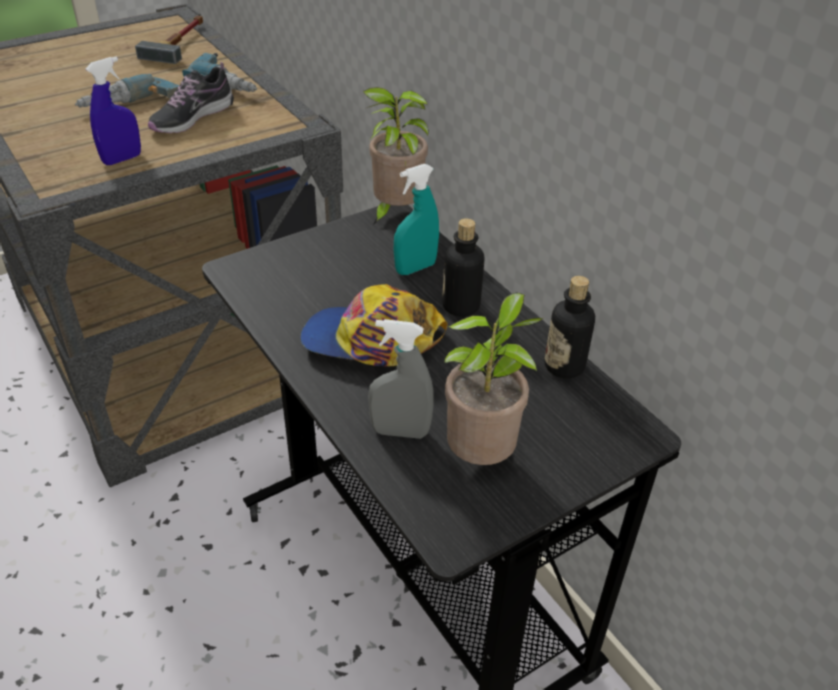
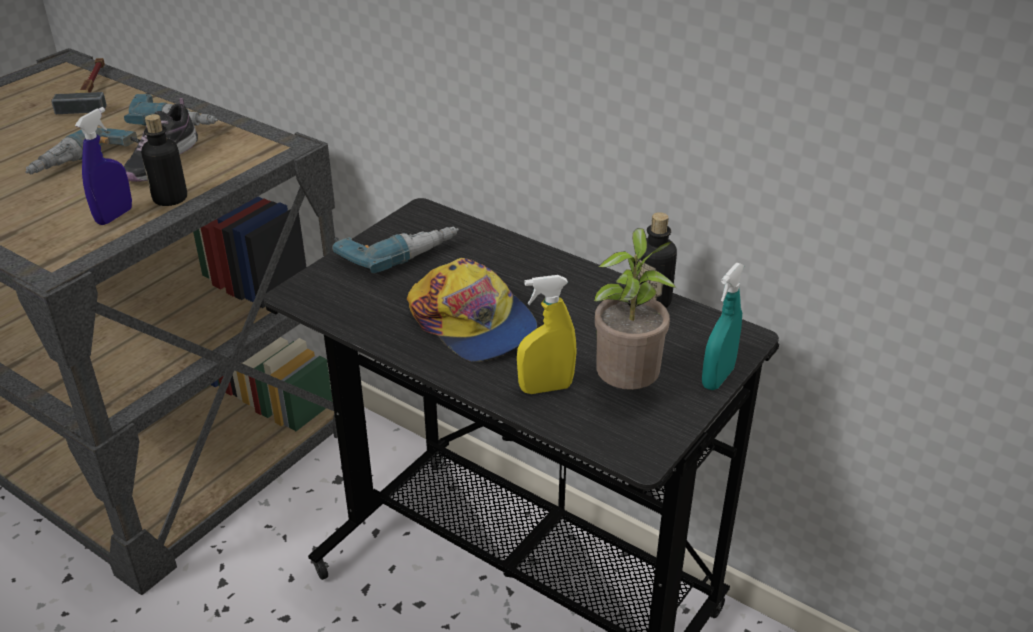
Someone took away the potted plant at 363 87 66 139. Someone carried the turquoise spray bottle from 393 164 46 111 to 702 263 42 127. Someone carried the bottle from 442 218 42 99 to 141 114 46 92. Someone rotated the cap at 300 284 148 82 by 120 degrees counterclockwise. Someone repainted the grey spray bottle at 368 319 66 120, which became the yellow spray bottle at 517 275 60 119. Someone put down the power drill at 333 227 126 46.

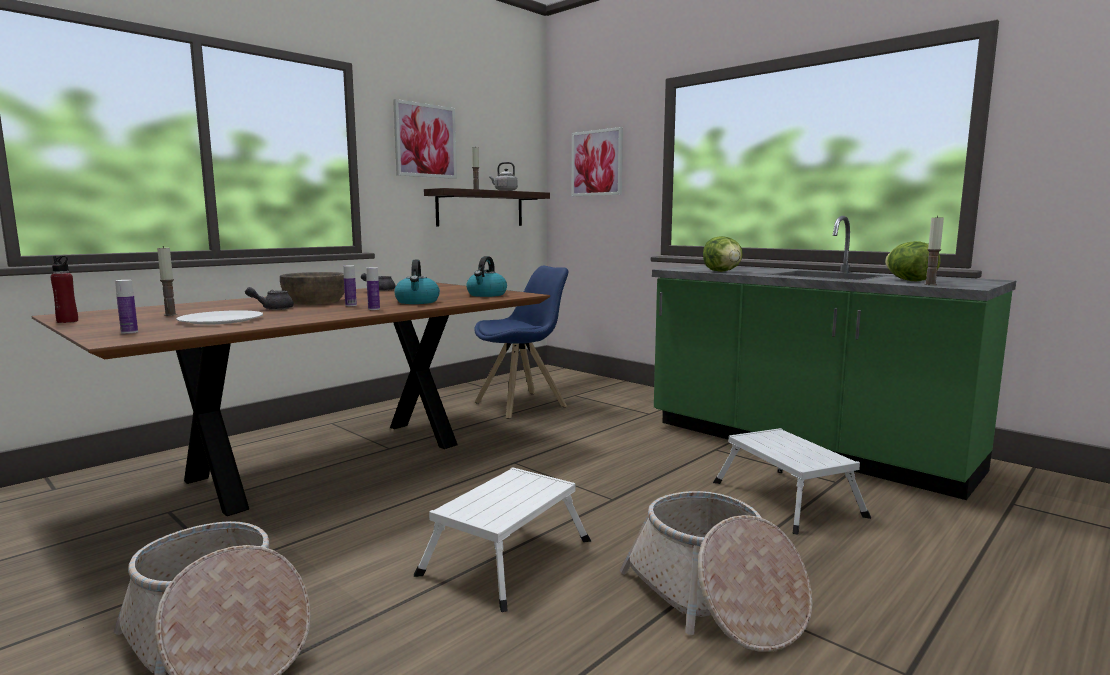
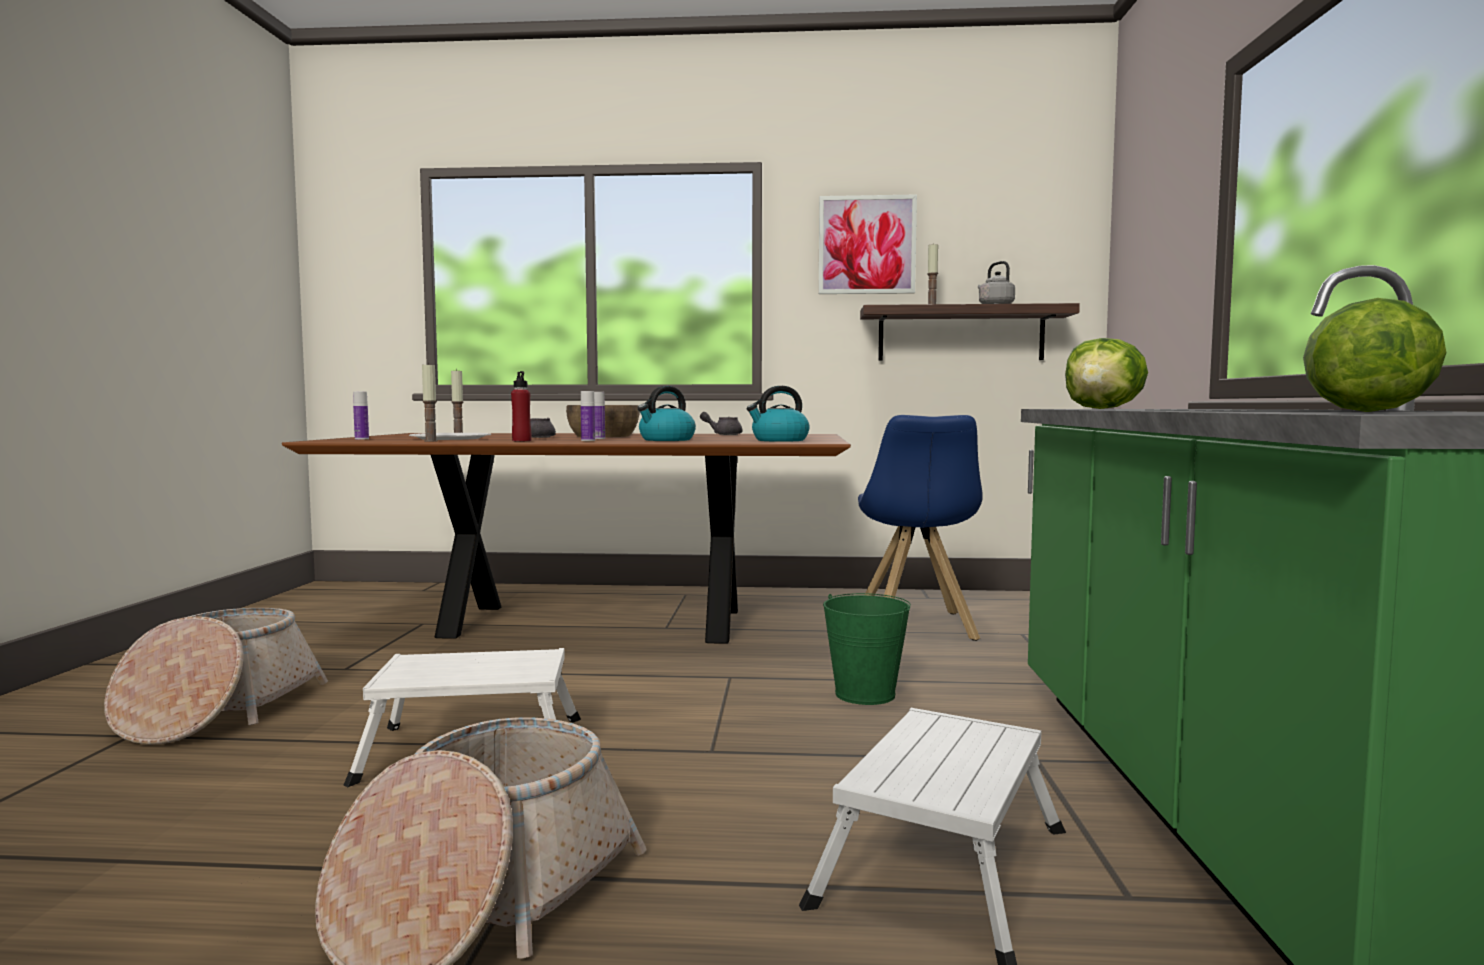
Someone took away the picture at 572 127 51 69. Someone carried the candle from 924 215 20 70 to 422 363 16 79. Someone carried the red bottle from 50 256 28 67 to 511 371 20 70. Someone rotated the blue chair at 474 266 95 153 by 75 degrees clockwise. Someone put down the green bucket at 823 593 88 112.

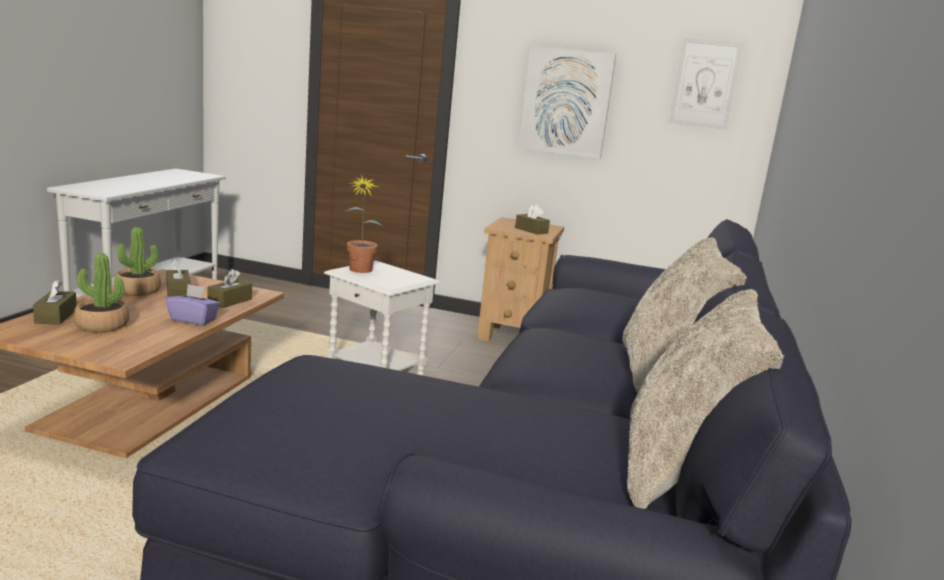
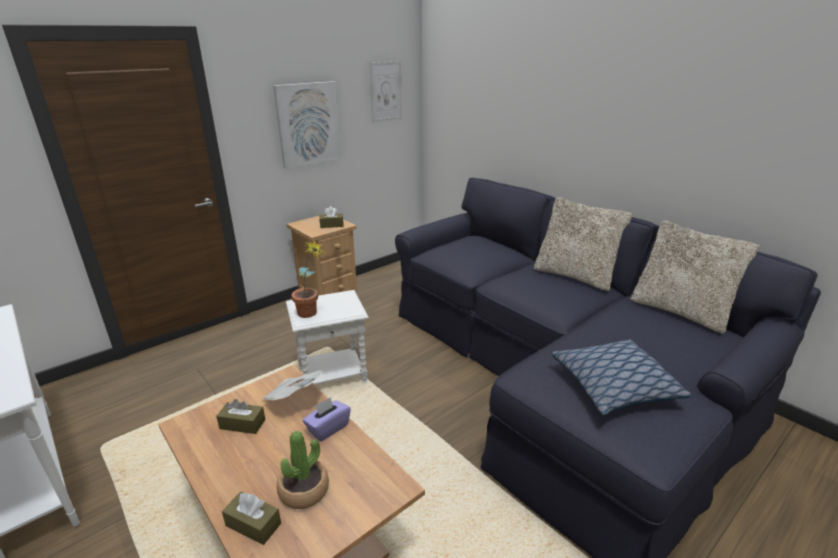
Someone took away the potted plant at 114 227 47 69. Someone swapped the brown tissue box at 208 269 44 39 for the newspaper at 261 370 63 30. Someone put down the pillow at 552 339 140 77.

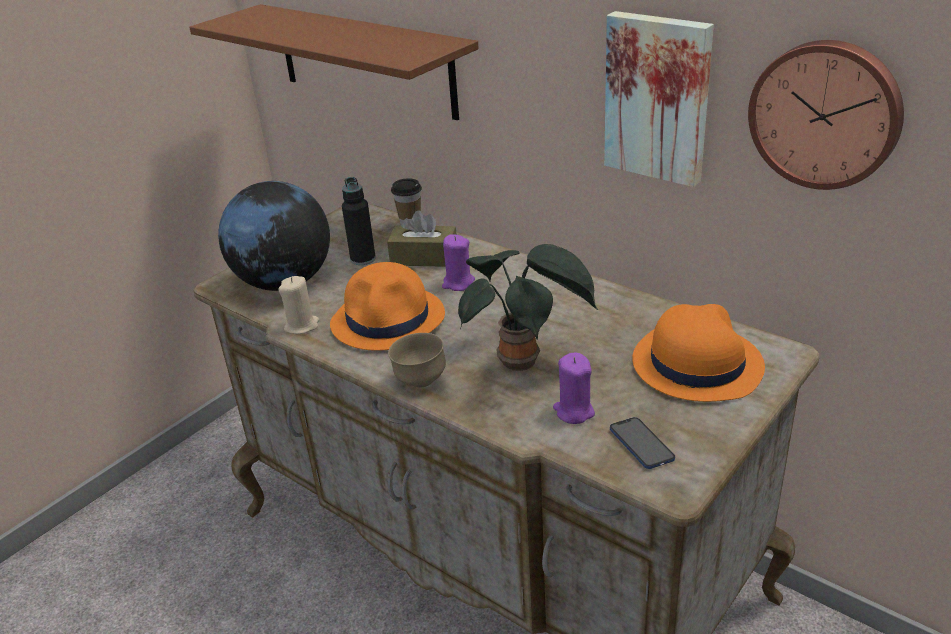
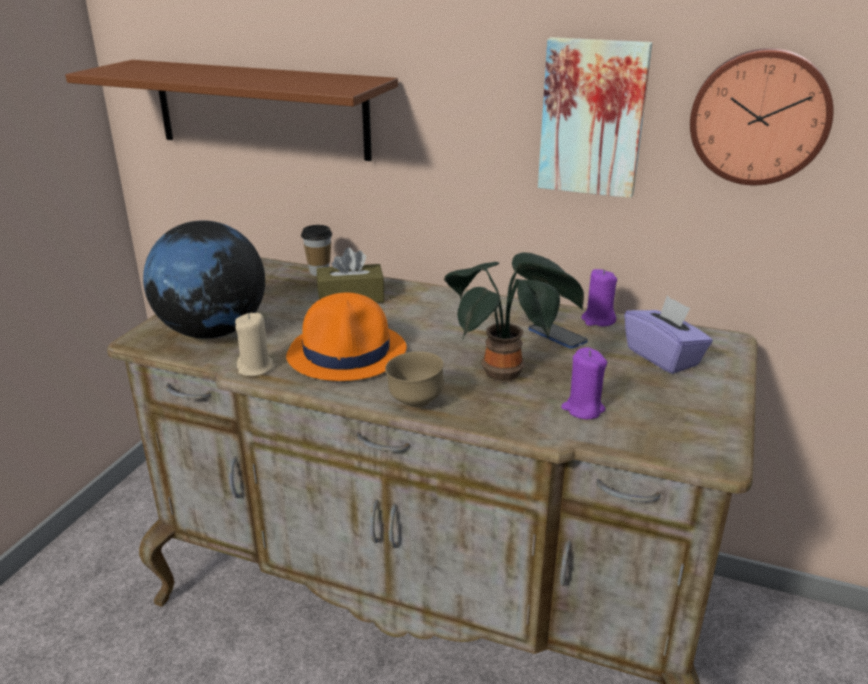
Someone took away the black bottle at 342 177 34 88. Someone carried the purple candle from 442 234 33 57 to 581 269 36 58. Someone swapped the orange hat at 632 304 133 98 for the purple tissue box at 624 295 89 79. Someone carried the phone from 610 417 65 52 to 529 323 59 26.

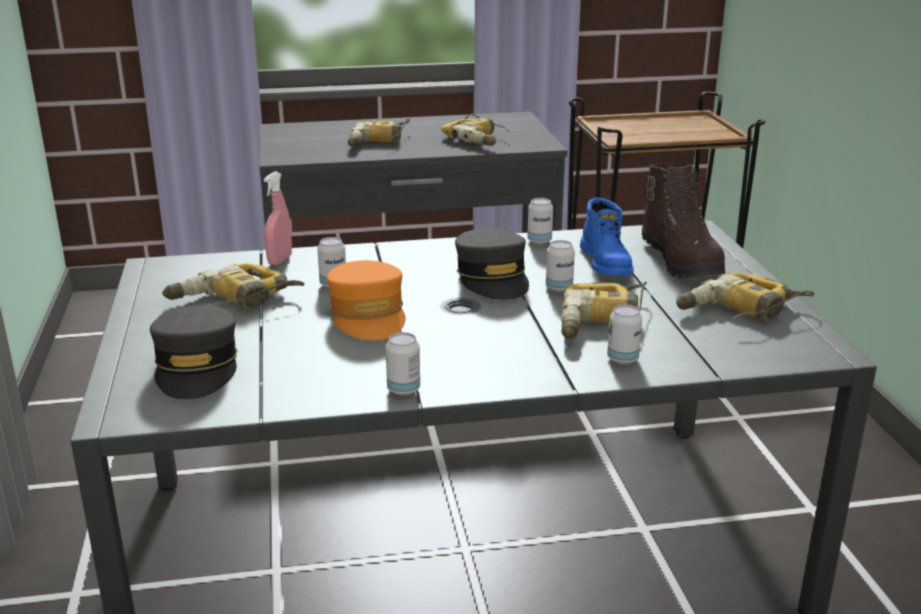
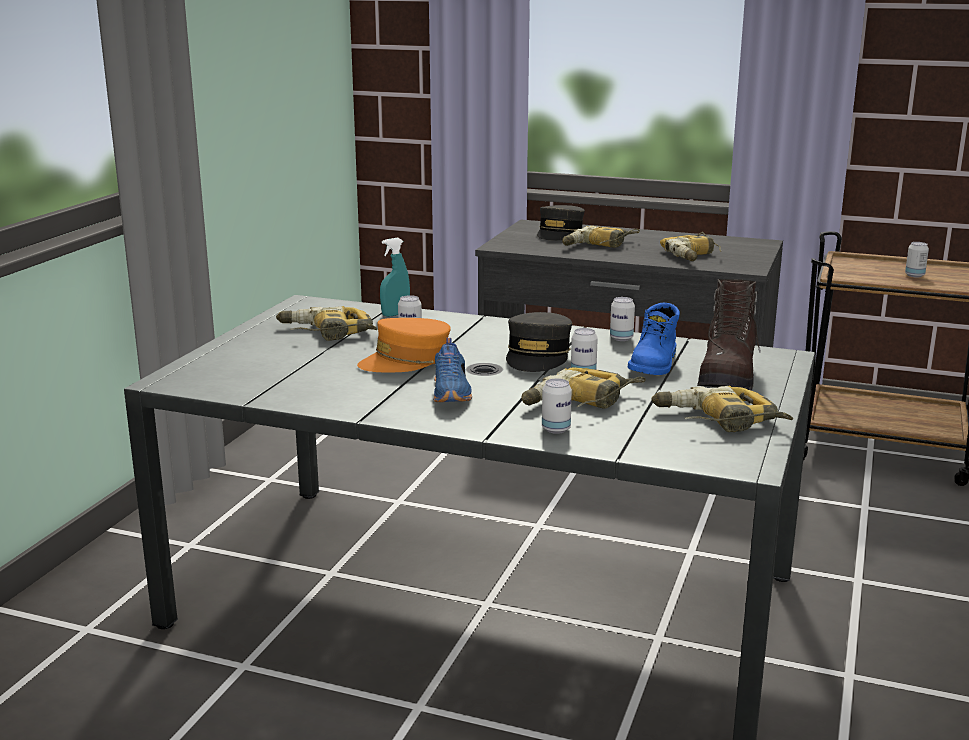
Someone repainted the pink spray bottle at 264 171 28 94, which became the turquoise spray bottle at 380 238 30 79. Someone rotated the orange cap at 327 260 79 80 by 45 degrees clockwise. Someone carried the grey cap from 150 305 88 94 to 537 205 48 35. Someone carried the can from 386 332 34 64 to 905 242 24 36. Someone put down the blue shoe at 433 338 39 64.

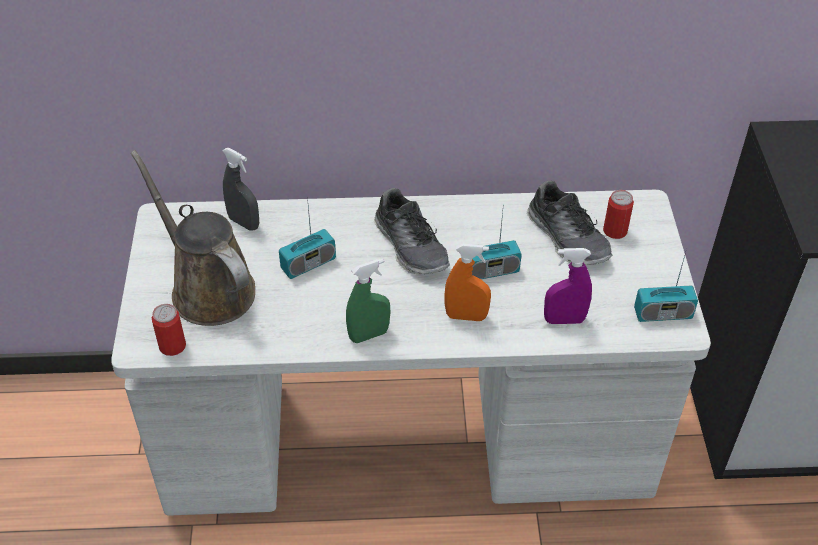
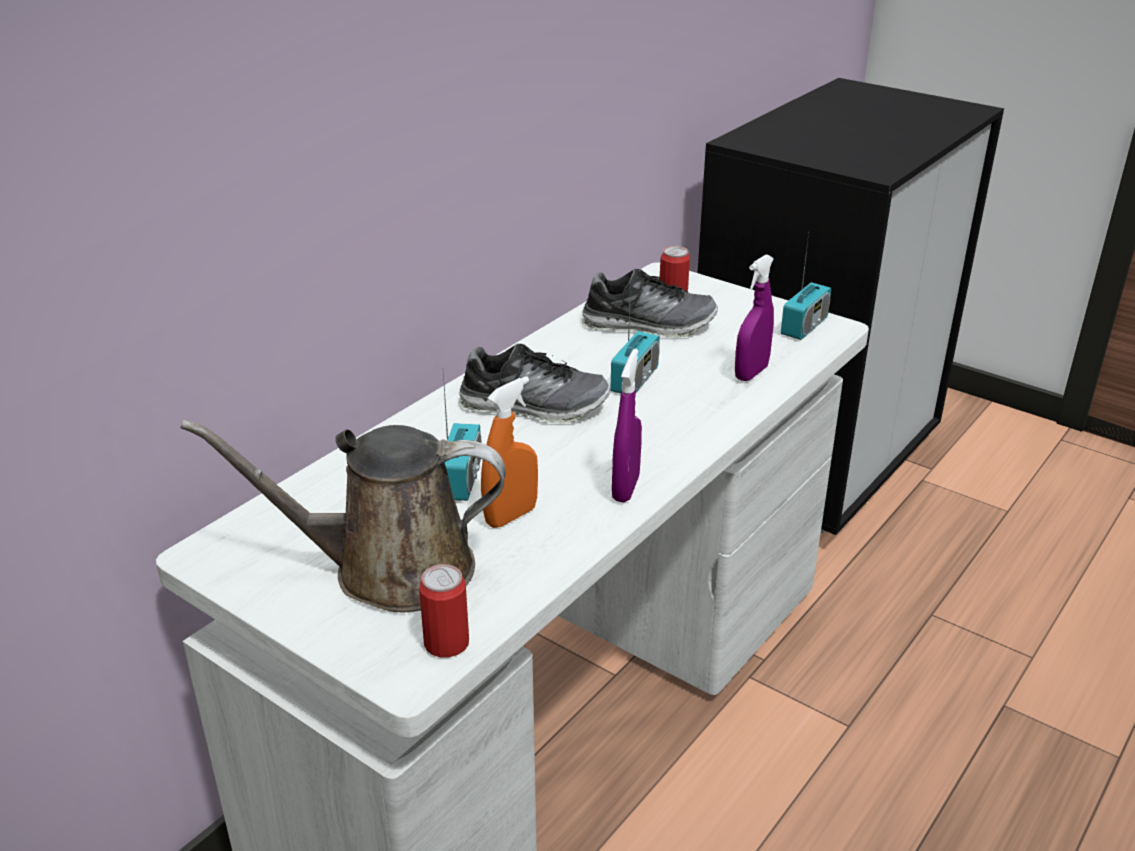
Someone took away the grey spray bottle at 223 148 36 83. Someone carried the orange spray bottle from 445 244 46 77 to 481 376 57 152. Someone repainted the green spray bottle at 346 258 44 85, which became the purple spray bottle at 612 349 30 153.

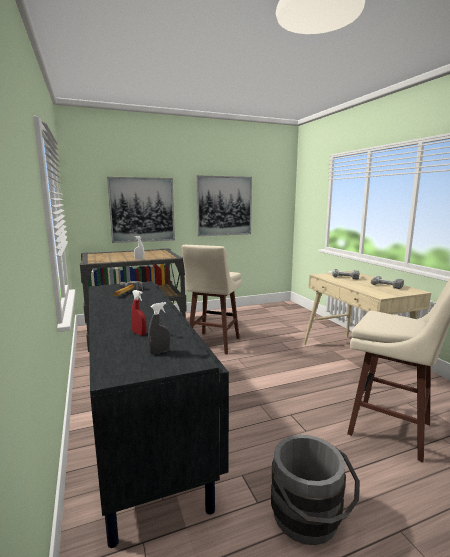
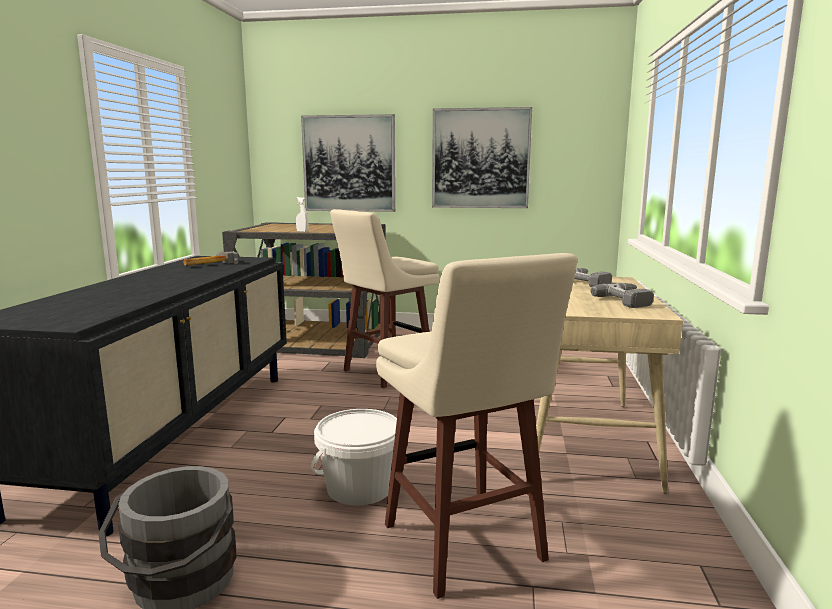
Someone took away the red spray bottle at 131 290 16 46. Someone took away the grey spray bottle at 148 302 22 53. Someone put down the white bucket at 311 409 86 97.

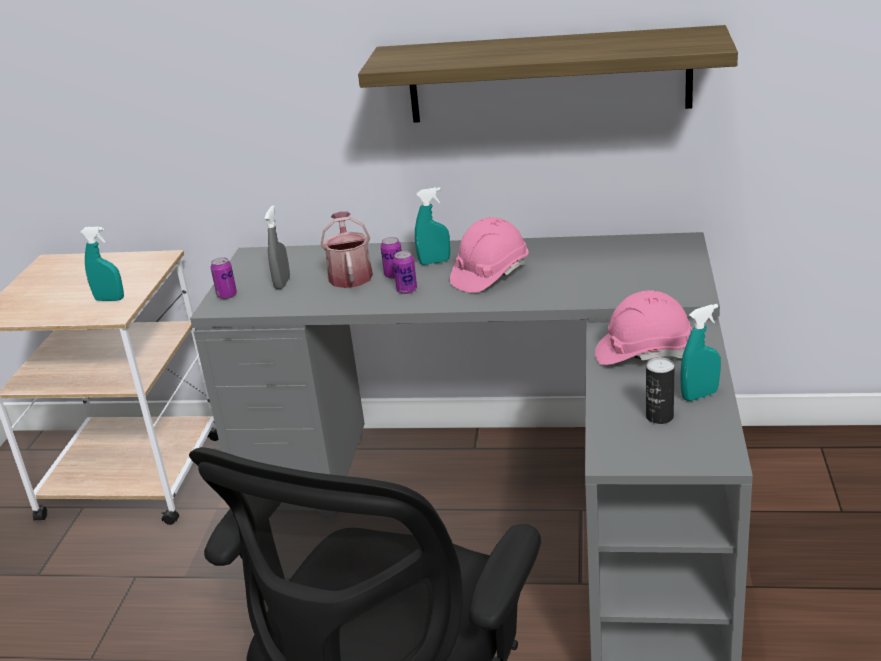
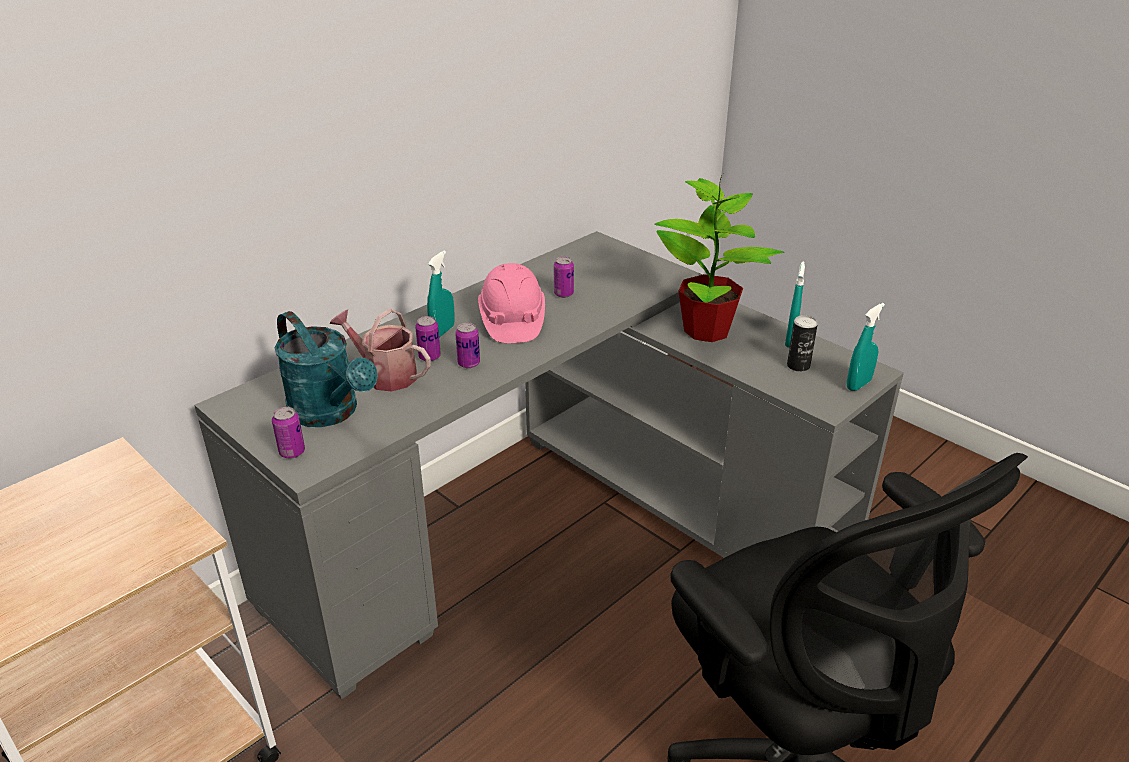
Someone took away the shelf at 358 25 380 98. Someone swapped the grey spray bottle at 265 205 25 84 for the turquoise watering can at 275 311 103 116. Someone carried the turquoise spray bottle from 81 226 43 75 to 847 303 38 88. Someone swapped the pink hard hat at 595 290 97 75 for the potted plant at 654 174 130 168. Someone put down the can at 554 257 20 41.

